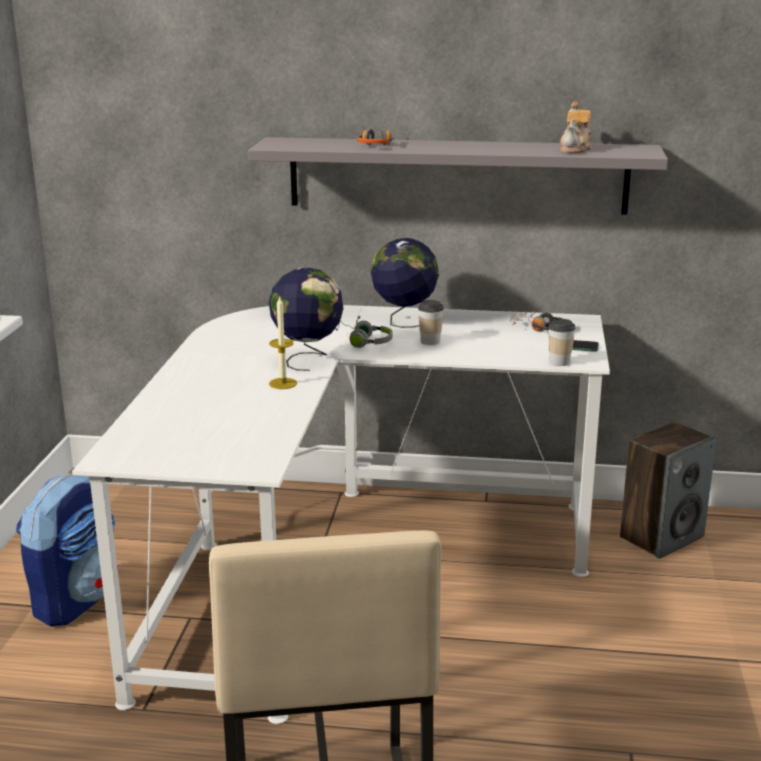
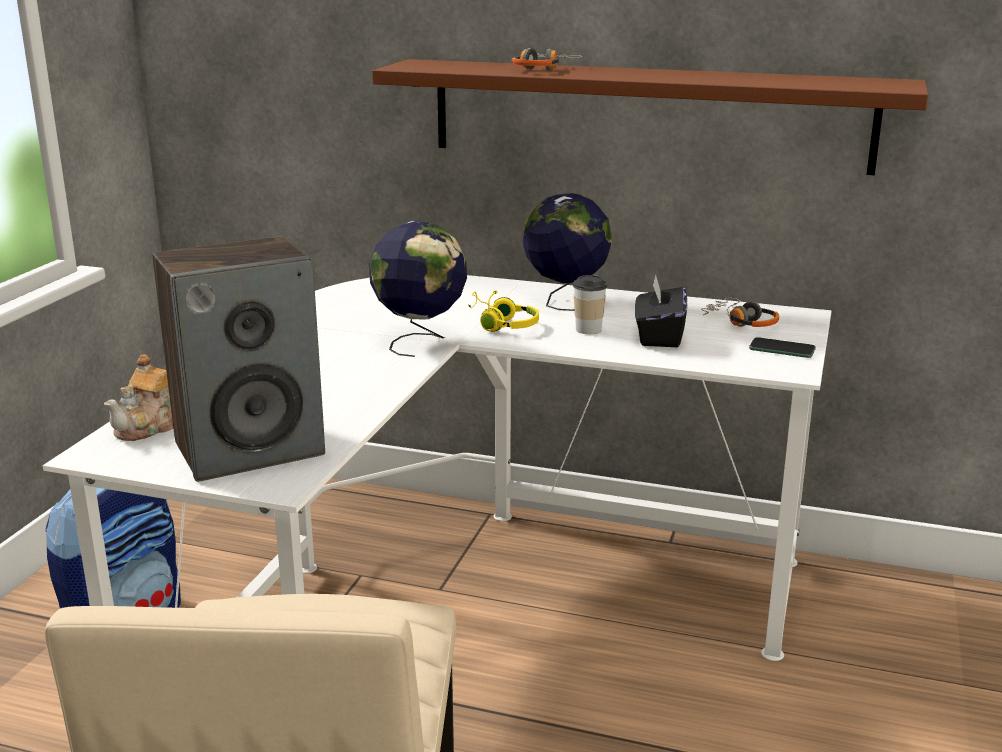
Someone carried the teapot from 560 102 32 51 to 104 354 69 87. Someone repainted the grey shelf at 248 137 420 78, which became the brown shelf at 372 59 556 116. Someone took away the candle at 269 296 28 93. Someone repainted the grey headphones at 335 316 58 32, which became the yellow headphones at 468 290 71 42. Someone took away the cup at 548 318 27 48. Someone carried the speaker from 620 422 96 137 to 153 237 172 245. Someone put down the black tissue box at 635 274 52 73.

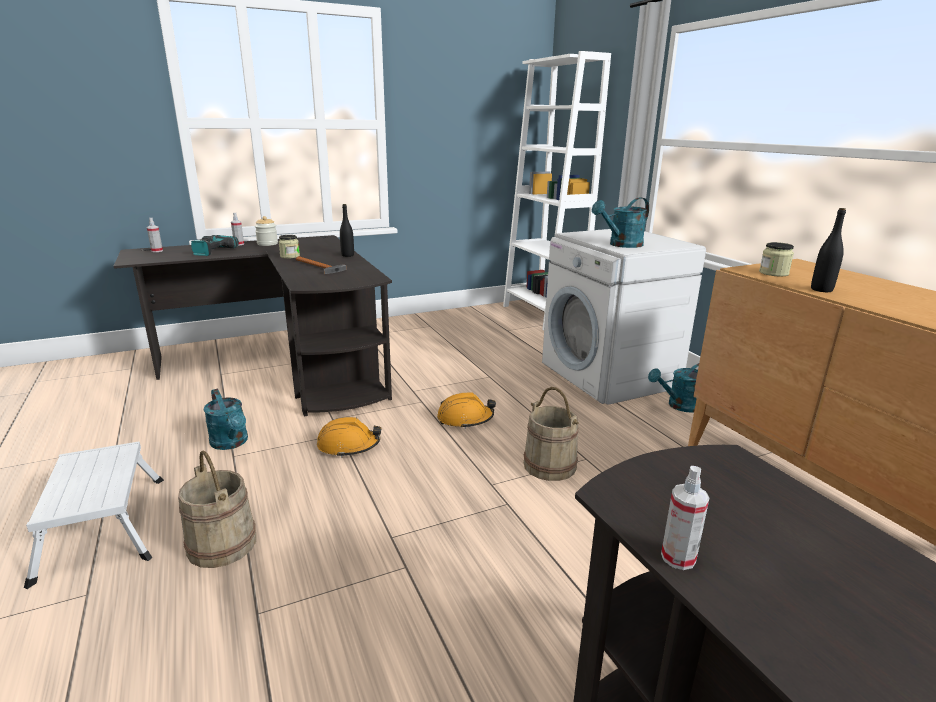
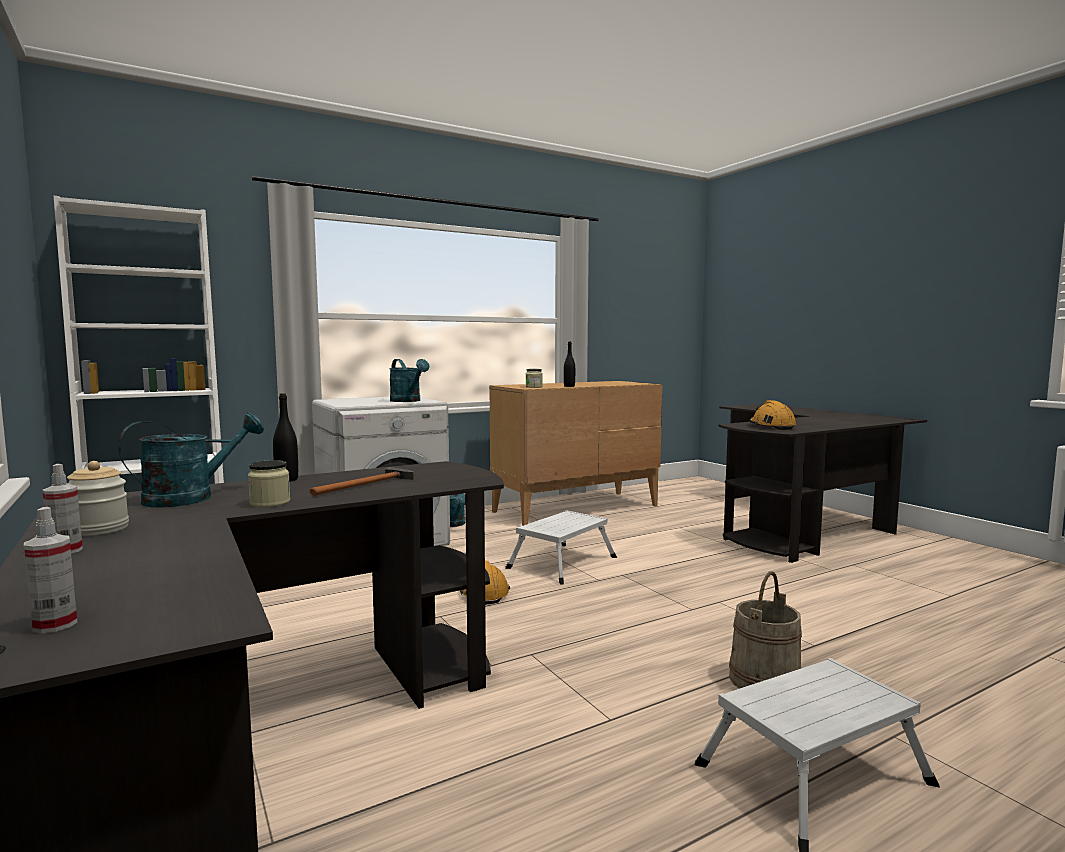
Someone took away the power drill at 191 235 48 21. Someone swapped the beige bucket at 524 387 55 94 for the white step ladder at 505 510 112 75. Someone carried the turquoise watering can from 203 389 45 61 to 118 413 146 94. Someone carried the orange hard hat from 317 417 64 41 to 749 400 47 30. Someone took away the spray bottle at 661 466 48 104.

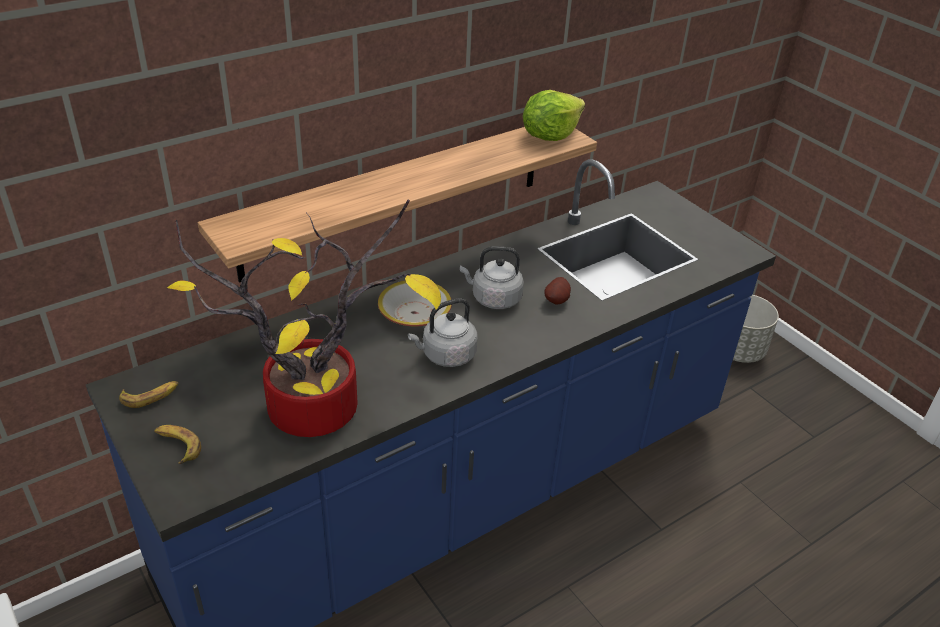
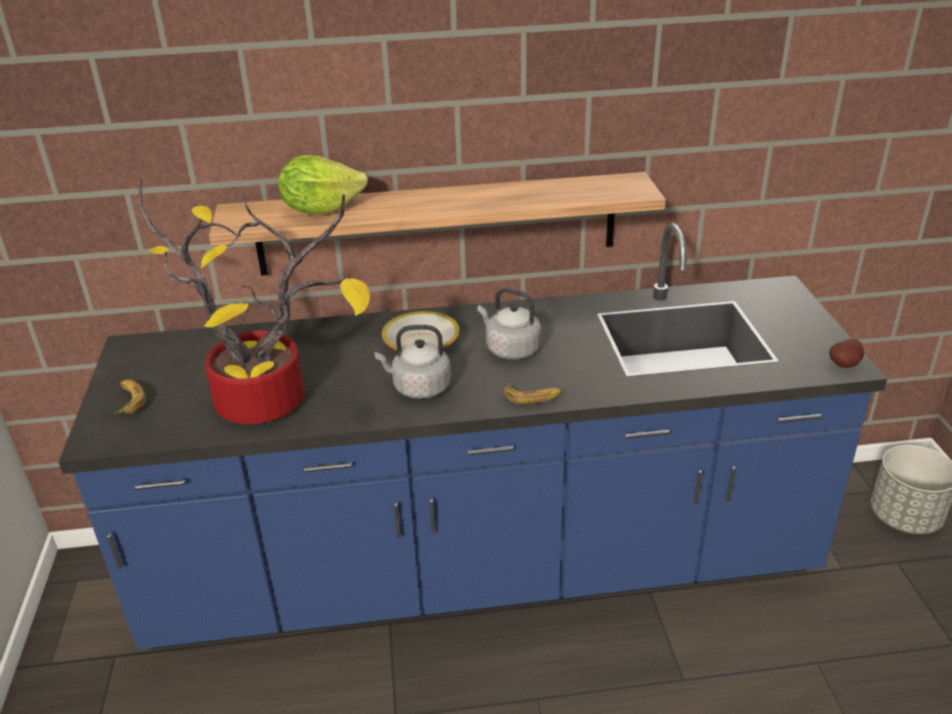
Someone carried the lettuce from 523 90 62 51 to 278 155 90 59. Someone carried the potato from 544 277 27 28 to 829 339 35 29. Someone carried the banana from 119 381 60 27 to 504 384 59 21.

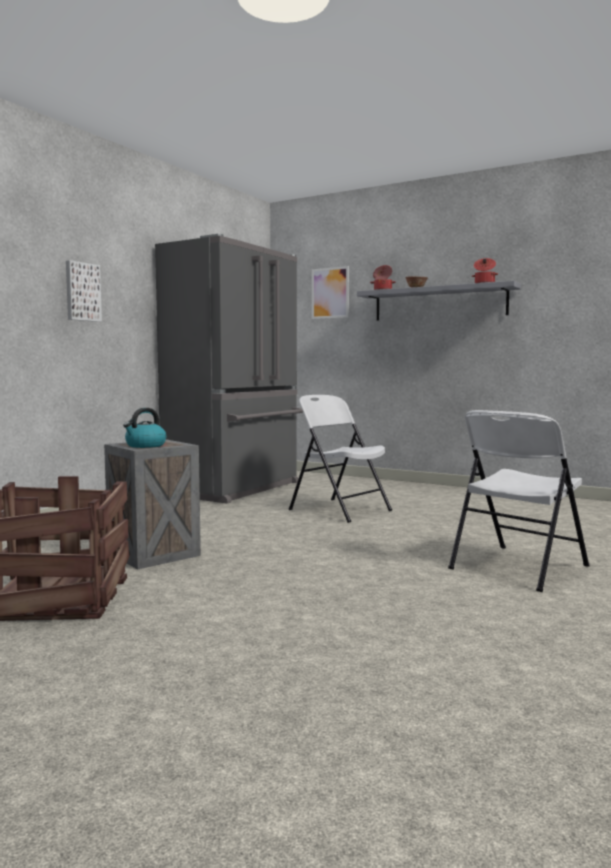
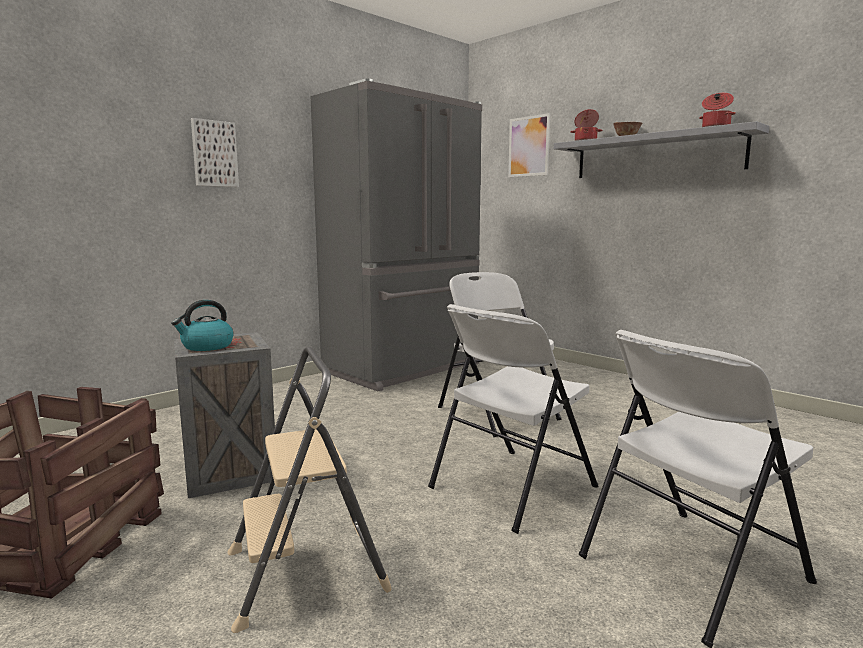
Someone put down the white chair at 428 304 170 230. Someone put down the beige step ladder at 227 347 165 286.

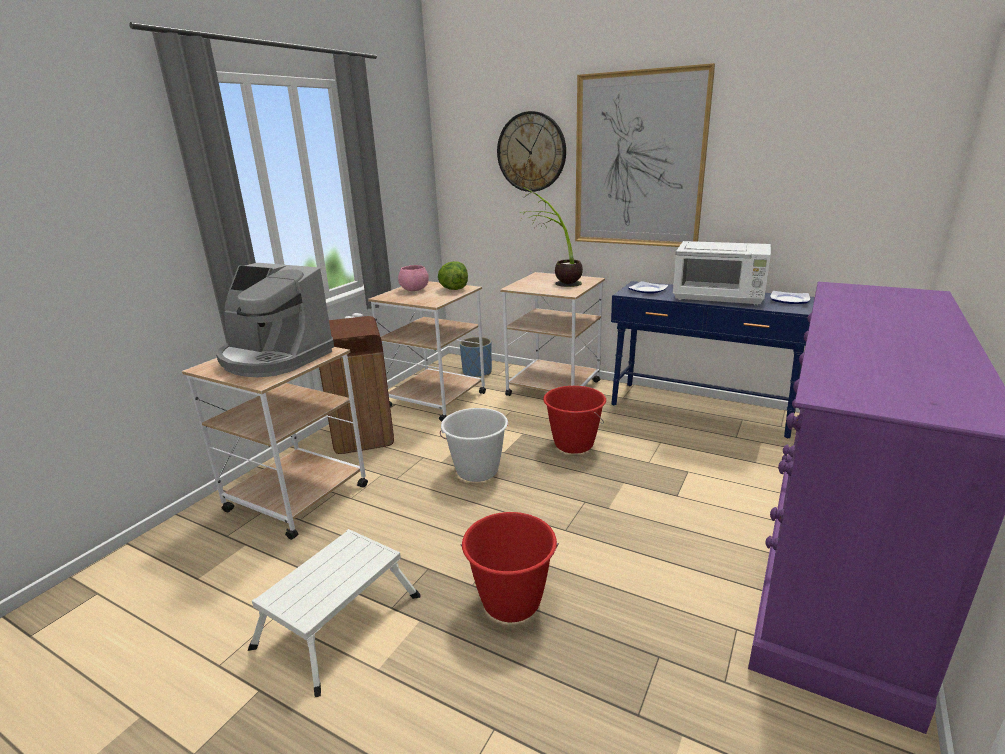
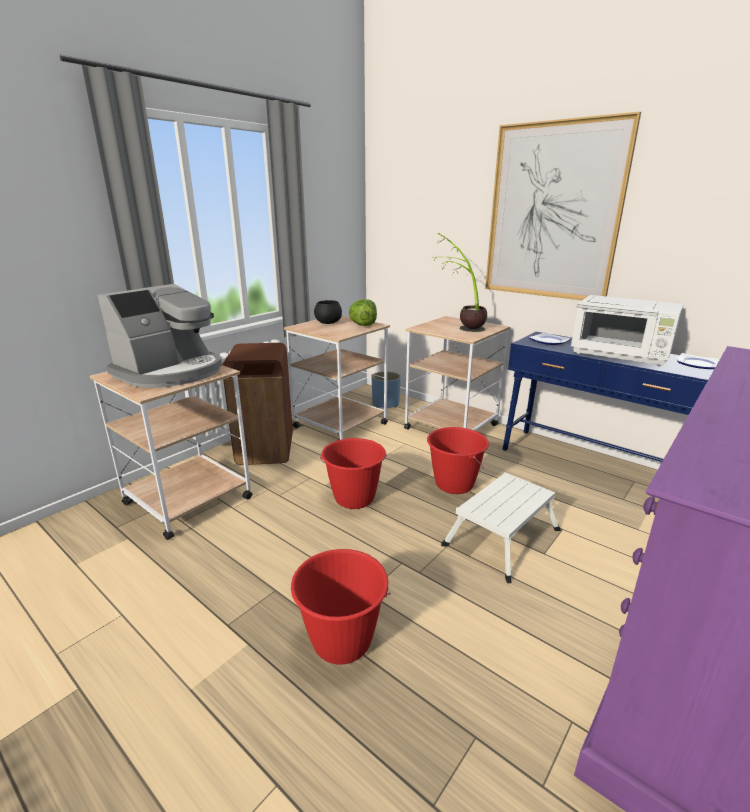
Someone took away the wall clock at 497 111 69 81. Someone rotated the coffee machine at 216 263 118 114 by 90 degrees counterclockwise. Someone repainted the pink bowl at 398 265 31 26, which became the black bowl at 314 300 28 24. Someone repainted the white bucket at 440 408 68 74, which became the red bucket at 320 438 67 71. Someone carried the white step ladder from 248 529 173 168 to 441 472 120 111.

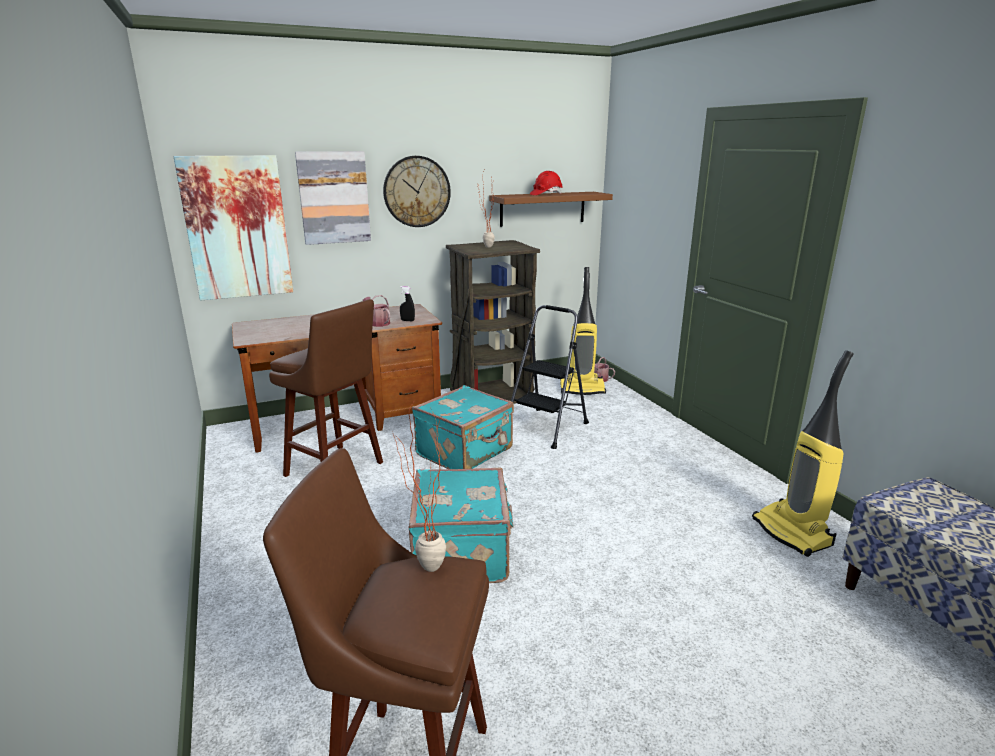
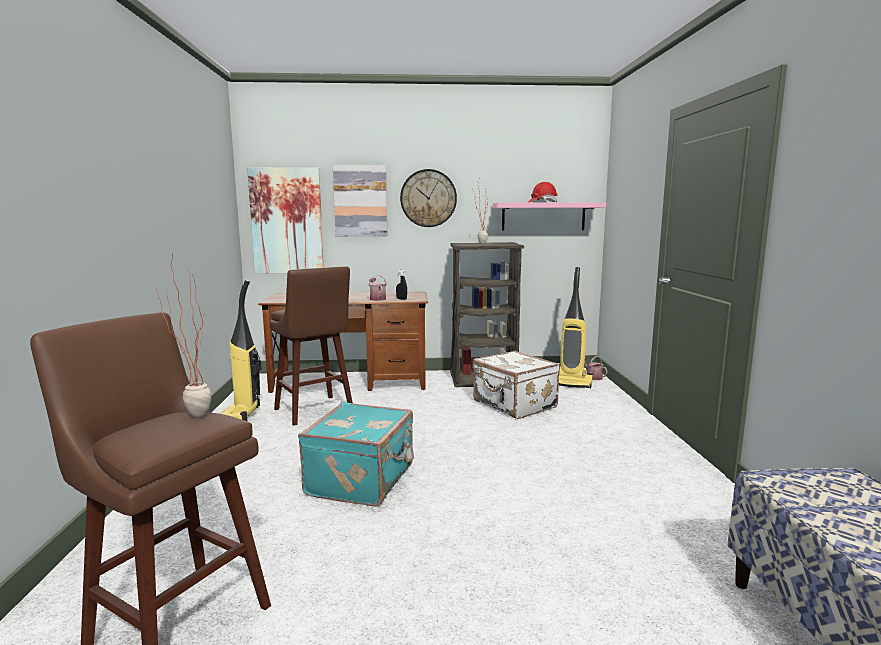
Someone repainted the brown shelf at 489 192 124 35, which became the pink shelf at 492 202 114 28. Someone swapped the black step ladder at 511 305 78 144 for the white suitcase at 473 351 87 68. Someone carried the vacuum cleaner from 752 350 102 207 to 219 280 43 141. Someone took away the turquoise suitcase at 412 385 102 84.

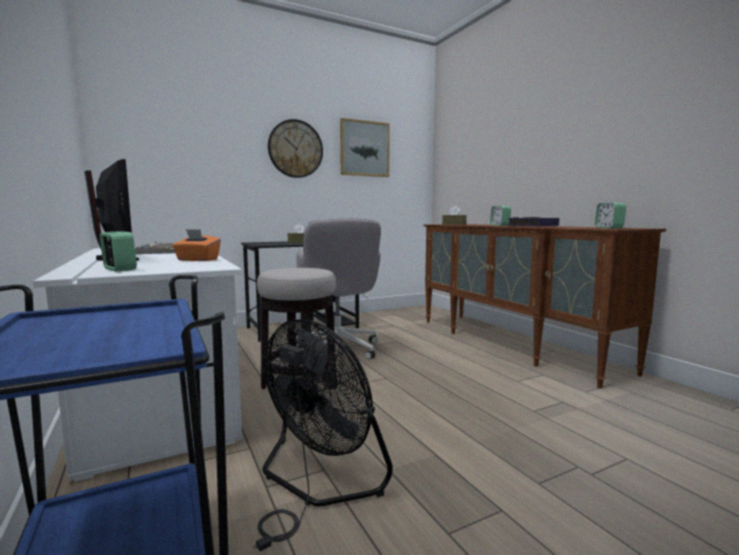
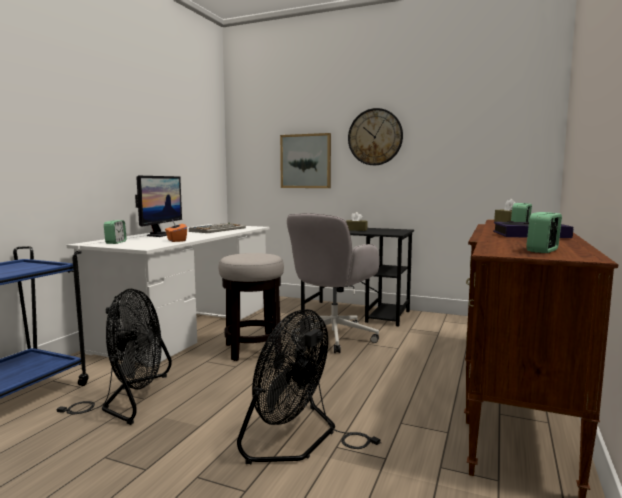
Someone carried the picture from 340 118 50 59 to 280 133 51 55. Someone put down the black fan at 237 309 144 155.

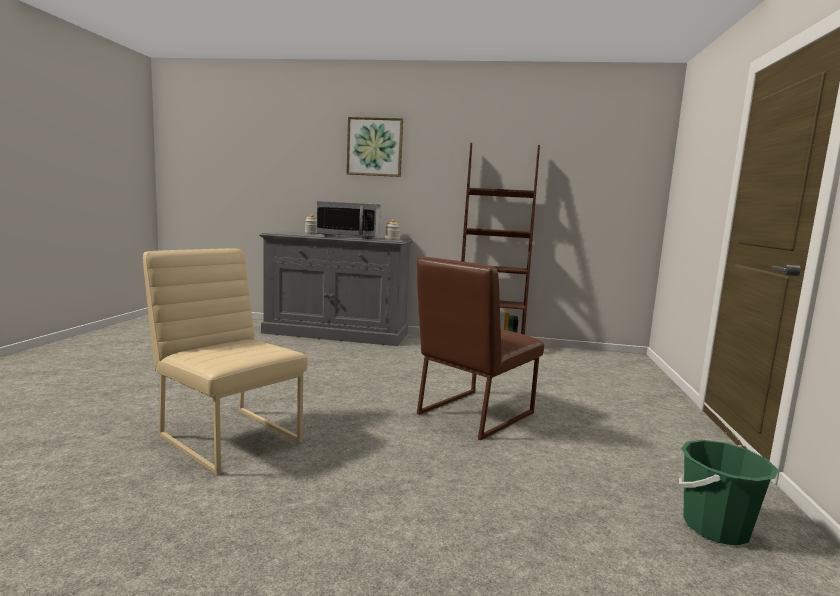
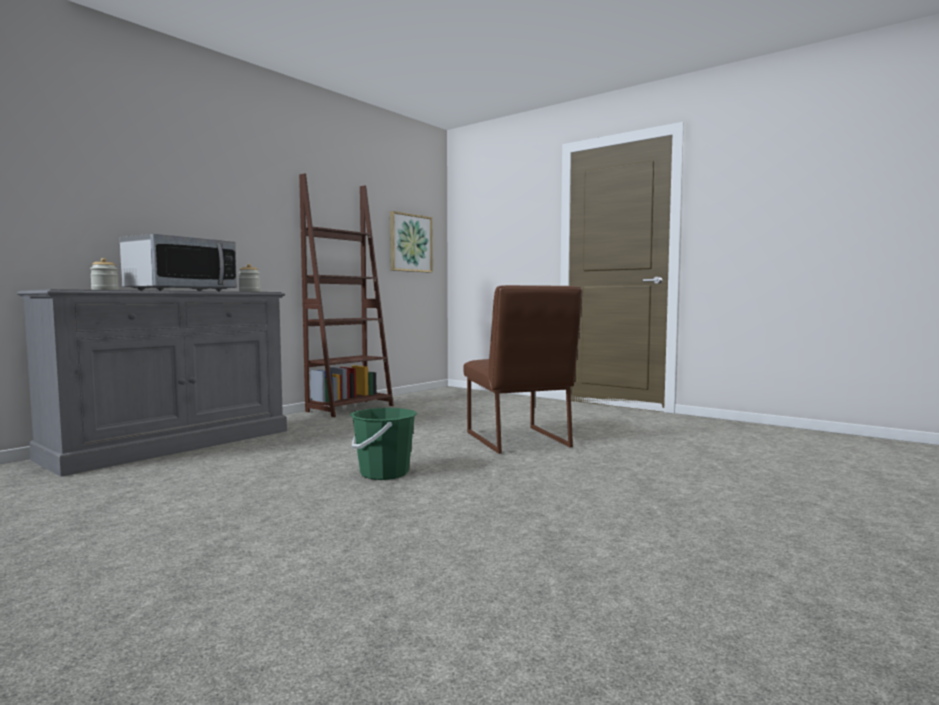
Someone carried the picture from 346 117 57 60 to 390 211 43 62. Someone took away the beige chair at 143 248 165 227. Someone carried the green bucket from 679 440 99 106 to 350 408 67 72.

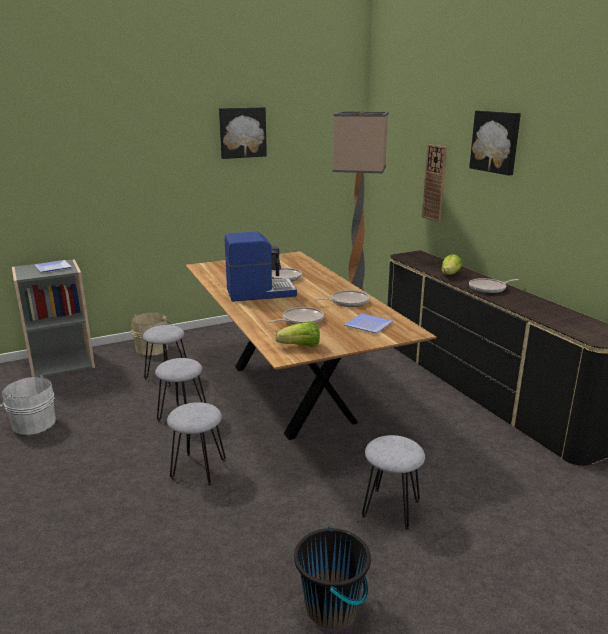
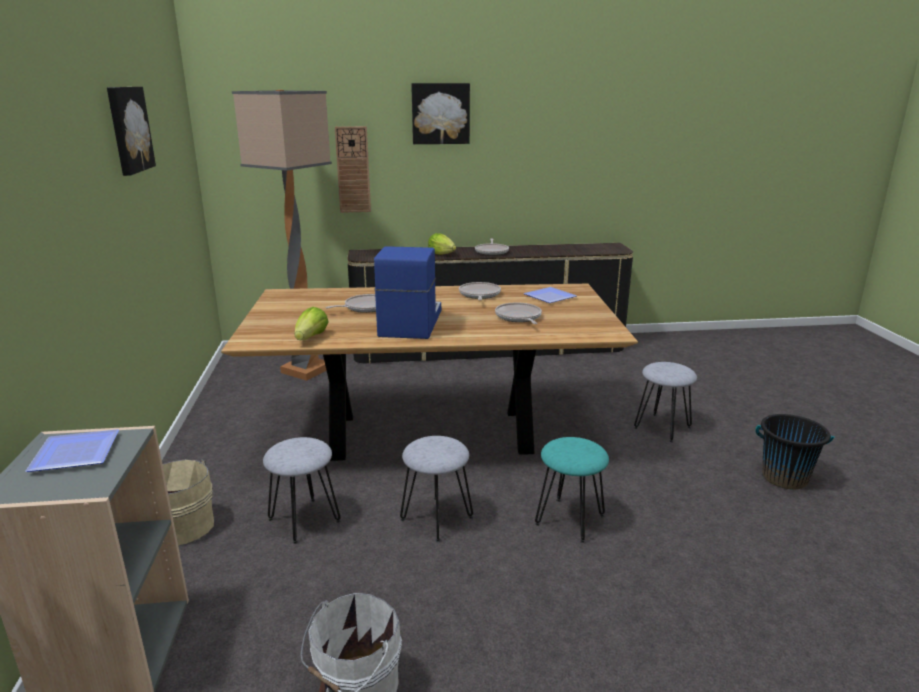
Someone carried the lettuce from 275 321 45 26 to 294 307 35 33. Someone repainted the grey stool at 167 402 59 83, which became the turquoise stool at 535 437 74 106.

